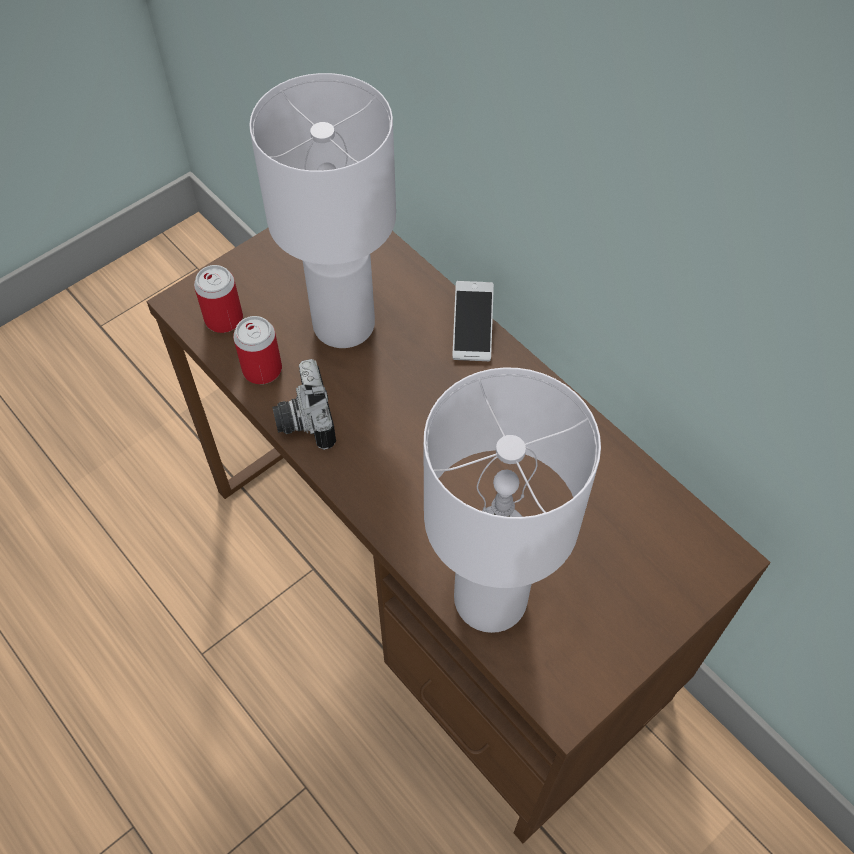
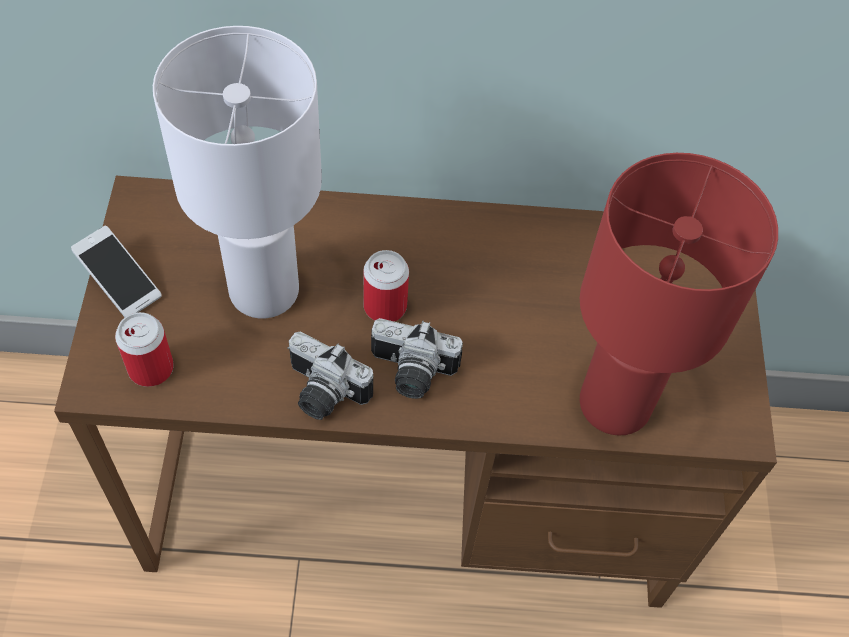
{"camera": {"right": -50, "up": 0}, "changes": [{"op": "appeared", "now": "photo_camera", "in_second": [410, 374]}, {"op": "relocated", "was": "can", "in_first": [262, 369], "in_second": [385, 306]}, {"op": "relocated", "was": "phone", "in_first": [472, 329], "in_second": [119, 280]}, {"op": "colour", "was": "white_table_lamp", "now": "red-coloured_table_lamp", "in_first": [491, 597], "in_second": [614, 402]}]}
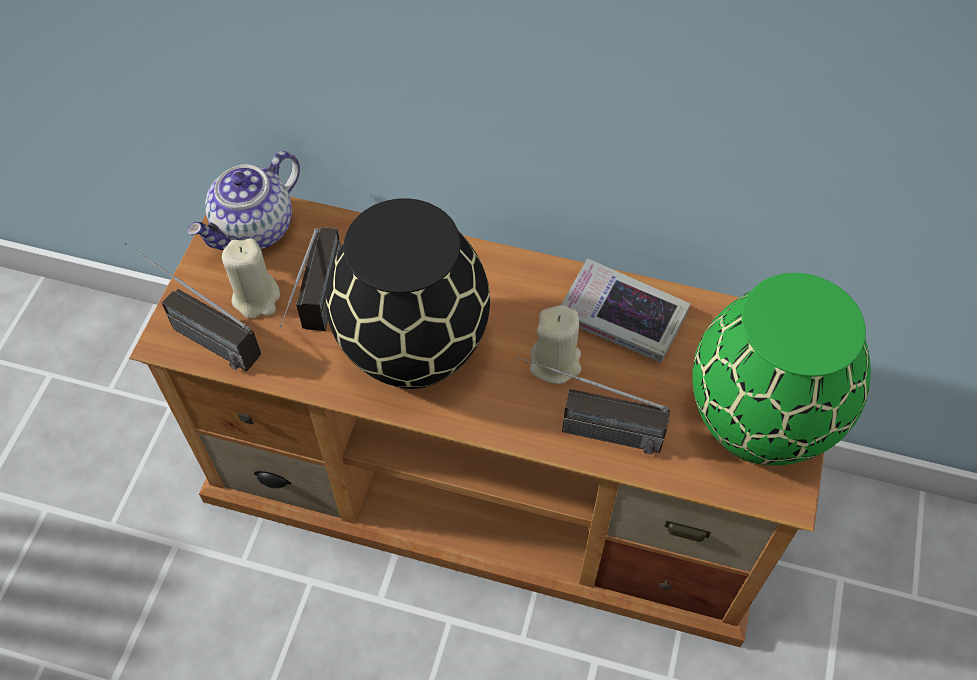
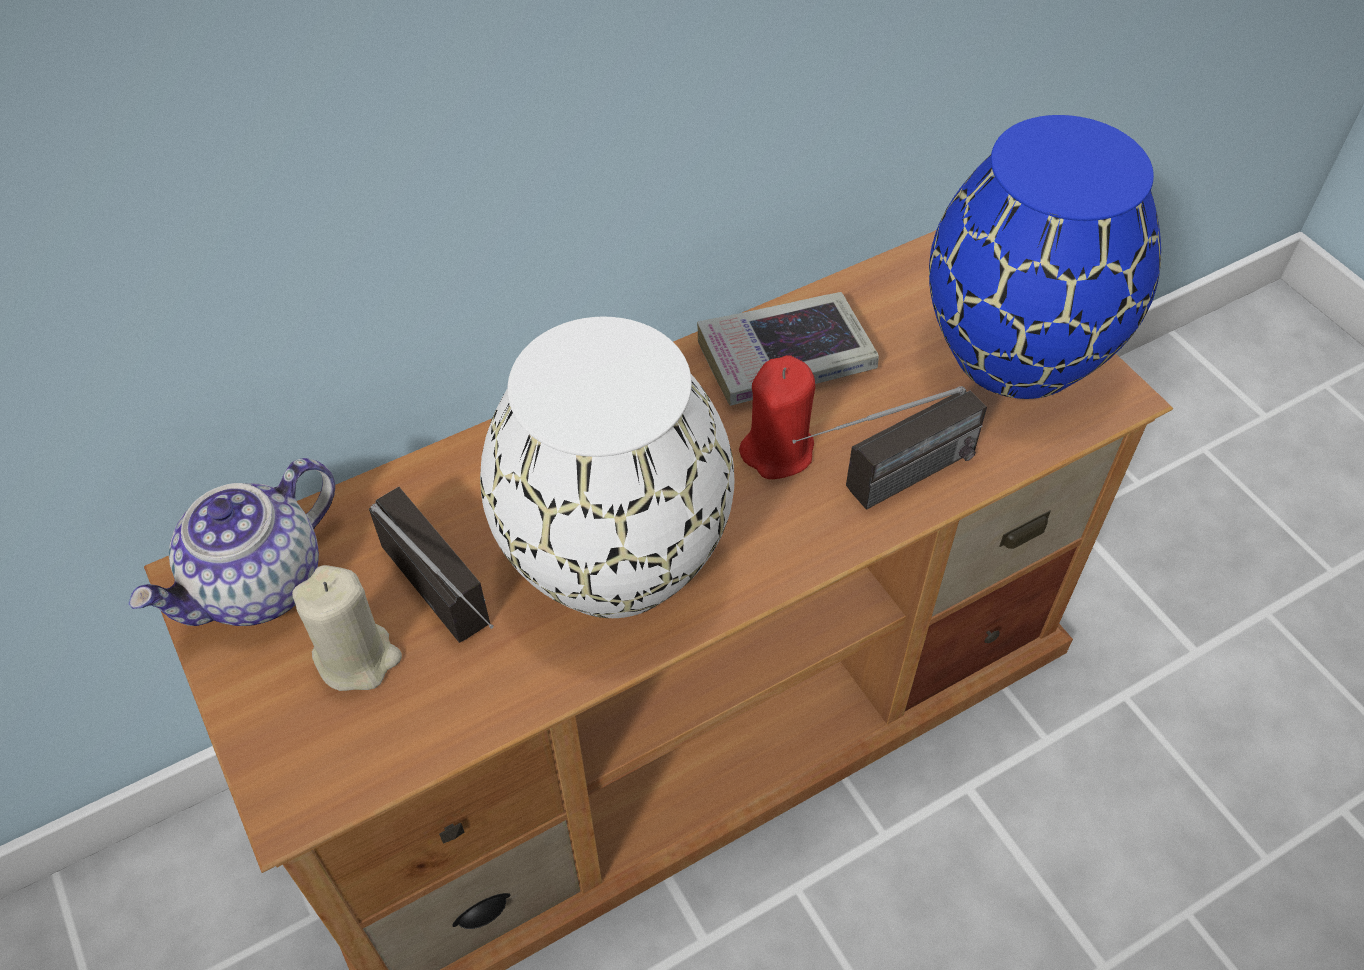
{"camera": {"right": -45, "up": -5}, "changes": [{"op": "missing", "was": "radio", "in_first": [195, 332]}, {"op": "colour", "was": "black_decorative_vase", "now": "white_decorative_vase", "in_first": [415, 347], "in_second": [615, 555]}, {"op": "colour", "was": "beige_wax_light", "now": "red-coloured_wax_light", "in_first": [555, 363], "in_second": [778, 451]}, {"op": "colour", "was": "greenish_decorative_vase", "now": "blue_decorative_vase", "in_first": [758, 422], "in_second": [1017, 354]}, {"op": "spun", "was": "teapot", "in_first": [255, 229], "in_second": [259, 585], "clockwise": 45}]}
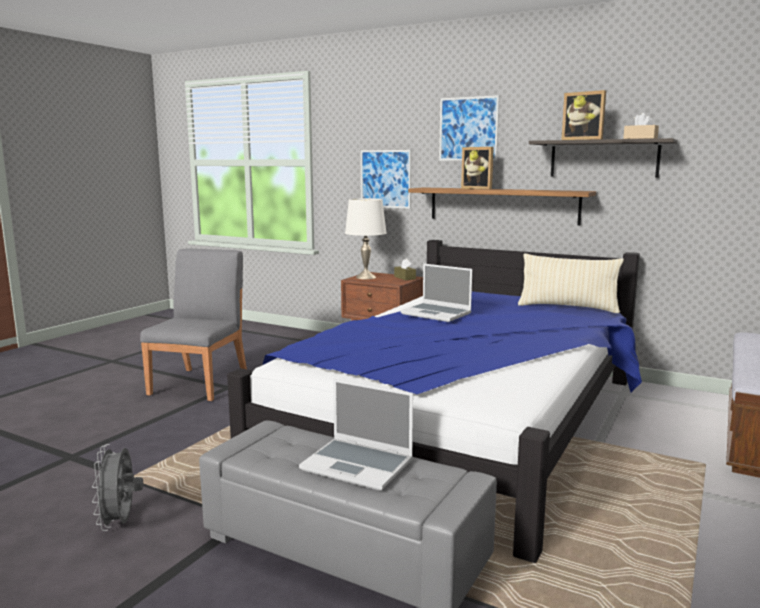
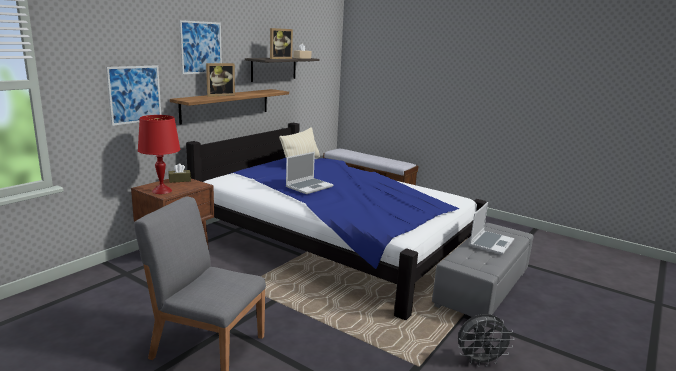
{"camera": {"right": -85, "up": 5}, "changes": [{"op": "colour", "was": "white_table_lamp", "now": "red-coloured_table_lamp", "in_first": [365, 277], "in_second": [162, 191]}]}
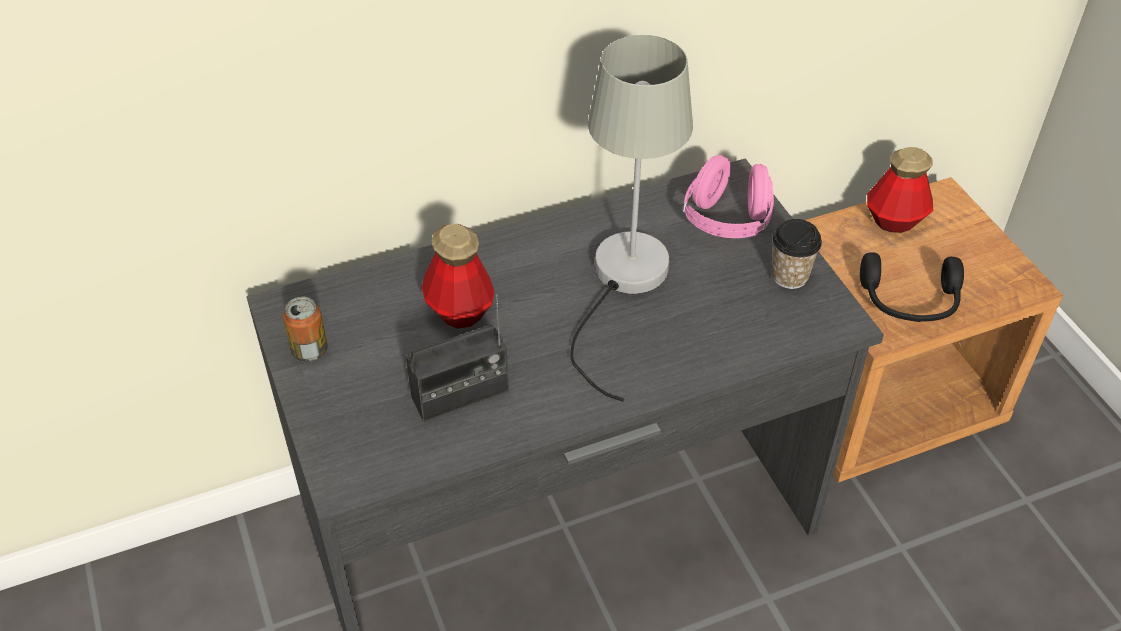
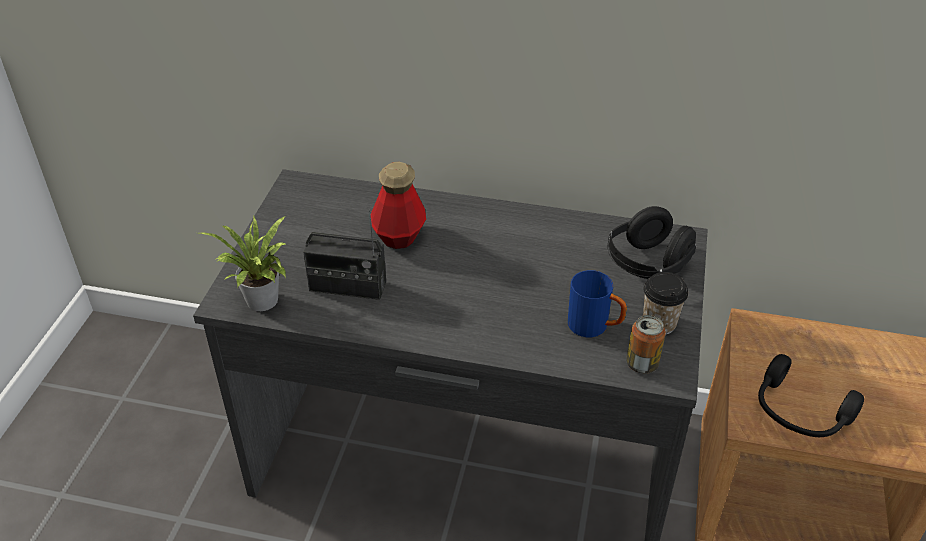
{"camera": {"right": 35, "up": -5}, "changes": [{"op": "missing", "was": "grey_table_lamp", "in_first": [623, 284]}, {"op": "missing", "was": "bottle", "in_first": [895, 220]}, {"op": "appeared", "now": "houseplant", "in_second": [262, 303]}, {"op": "appeared", "now": "blue_coffee_mug", "in_second": [595, 327]}, {"op": "relocated", "was": "can", "in_first": [310, 351], "in_second": [642, 364]}, {"op": "colour", "was": "pinkish_headphones", "now": "black_headphones", "in_first": [727, 221], "in_second": [647, 264]}]}
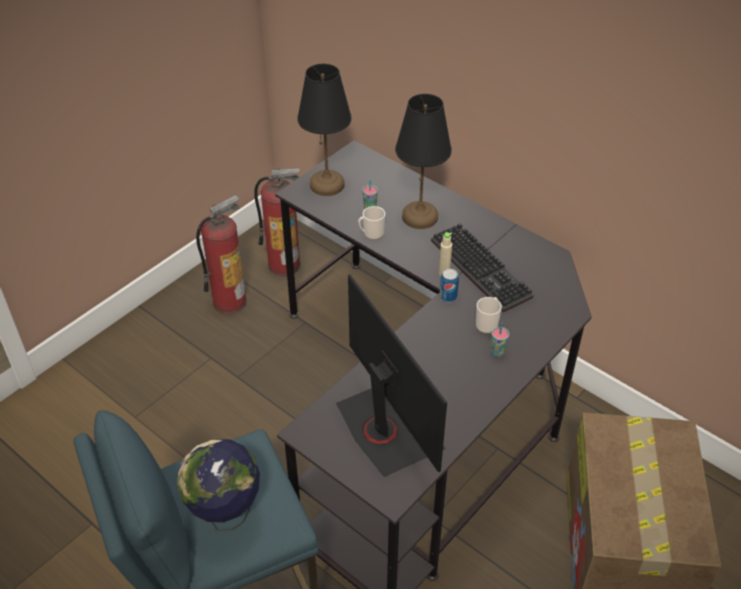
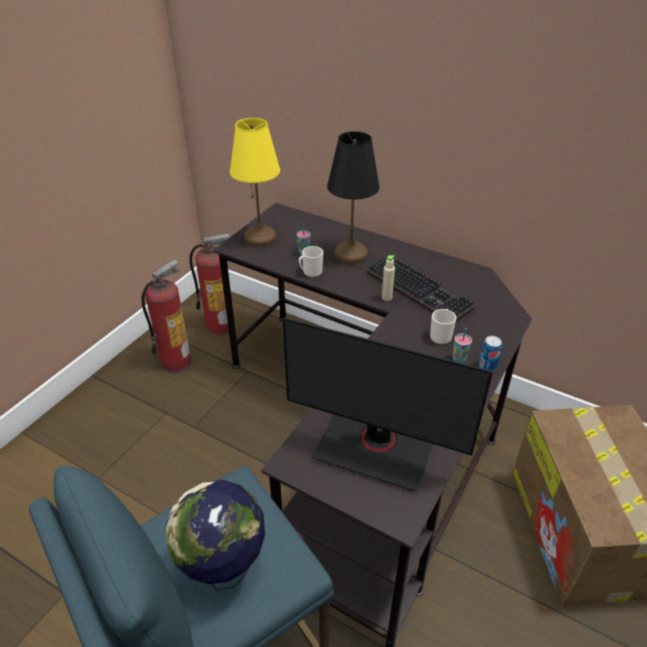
{"camera": {"right": -10, "up": -5}, "changes": [{"op": "relocated", "was": "can", "in_first": [448, 297], "in_second": [487, 365]}, {"op": "colour", "was": "black_table_lamp", "now": "yellowish_table_lamp", "in_first": [328, 184], "in_second": [260, 238]}, {"op": "spun", "was": "computer_display", "in_first": [387, 428], "in_second": [375, 447], "clockwise": 150}]}
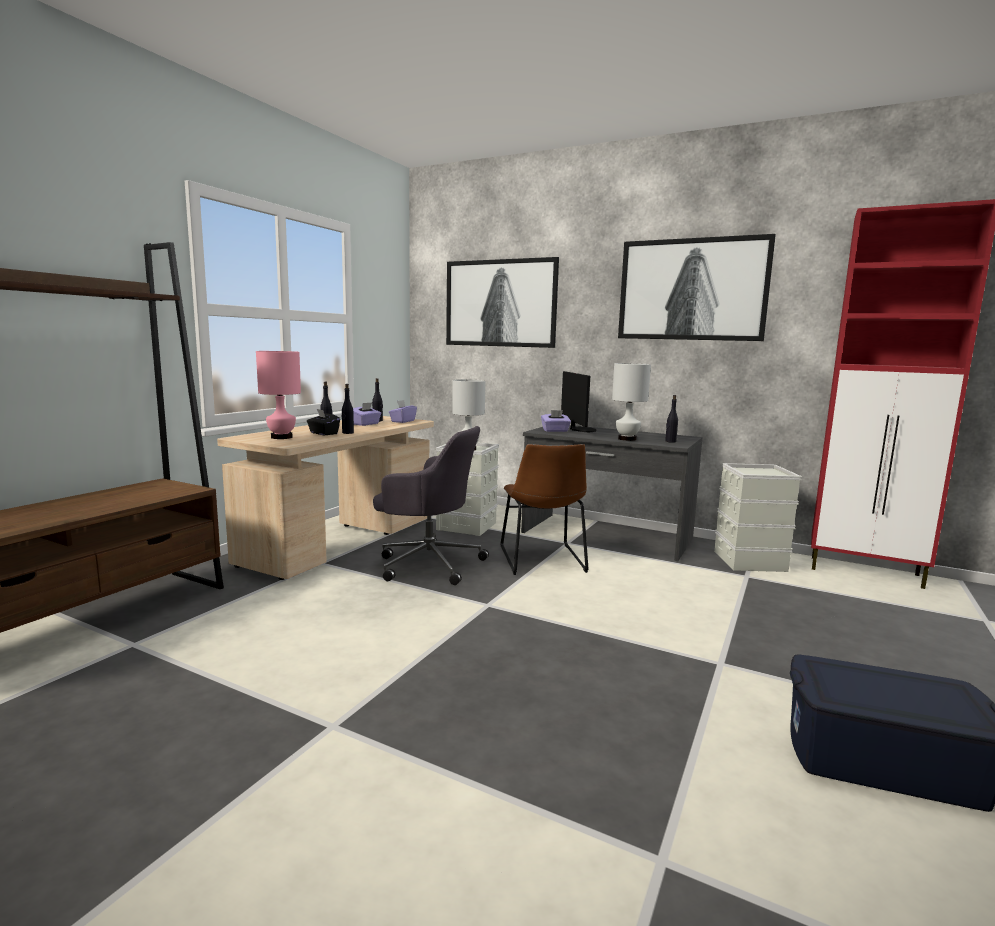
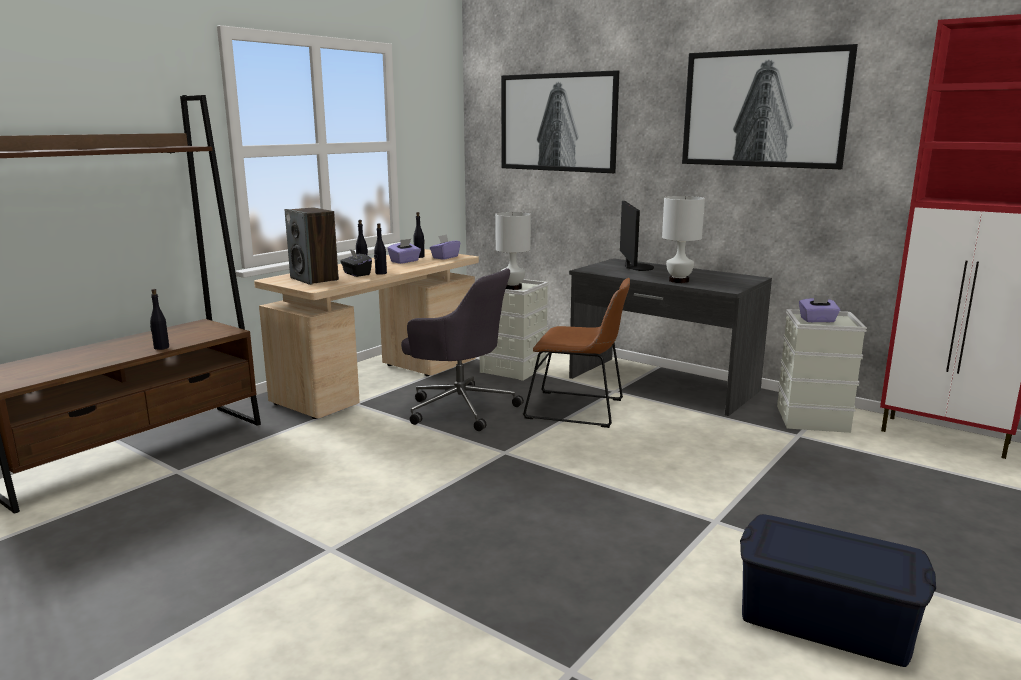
{"camera": {"right": 10, "up": 5}, "changes": [{"op": "relocated", "was": "purple-coloured_tissue_holder", "in_first": [555, 431], "in_second": [817, 320]}, {"op": "relocated", "was": "black_bottle", "in_first": [670, 441], "in_second": [161, 348]}, {"op": "exchanged", "was": "pinkish_table_lamp", "now": "speaker", "in_first": [282, 437], "in_second": [315, 279]}, {"op": "spun", "was": "brownish_upright_chair", "in_first": [542, 560], "in_second": [579, 409], "clockwise": -75}]}
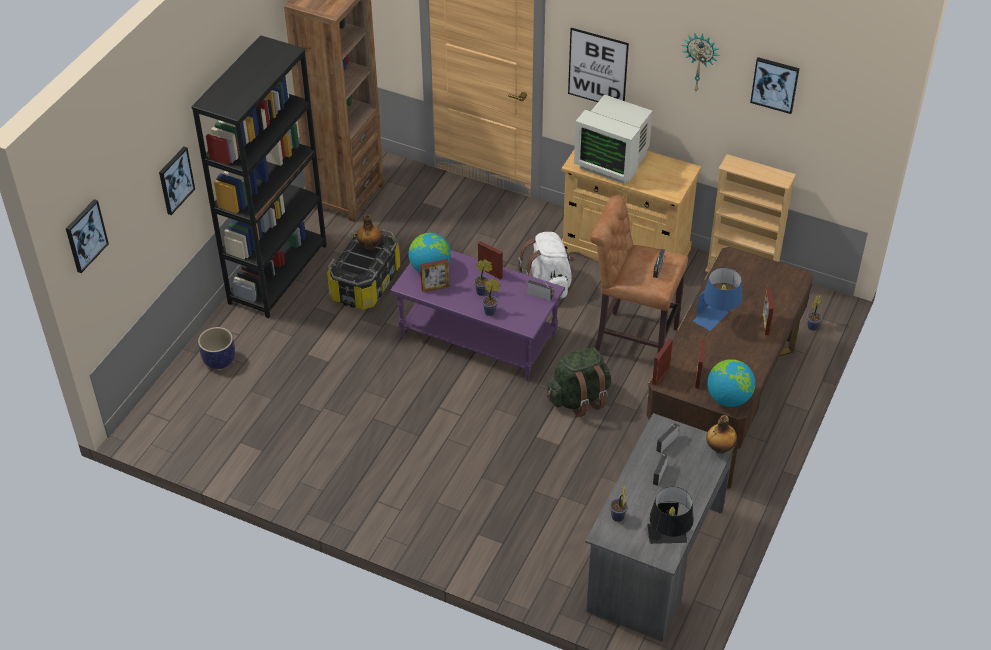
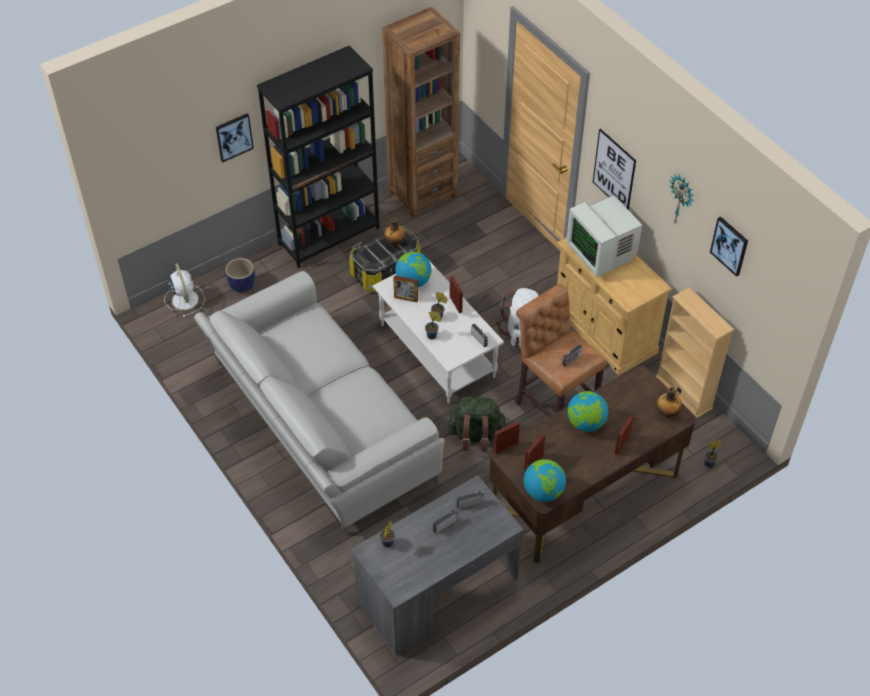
{"camera": {"right": 30, "up": 5}, "changes": [{"op": "missing", "was": "picture", "in_first": [85, 235]}, {"op": "missing", "was": "black_table_lamp", "in_first": [668, 540]}, {"op": "appeared", "now": "white_cooling_fan", "in_second": [184, 299]}, {"op": "appeared", "now": "grey_sofa", "in_second": [319, 422]}, {"op": "relocated", "was": "bottle", "in_first": [719, 448], "in_second": [667, 413]}, {"op": "exchanged", "was": "blue_table_lamp", "now": "globe", "in_first": [717, 320], "in_second": [585, 423]}, {"op": "colour", "was": "purple-coloured_low_table", "now": "white_low_table", "in_first": [477, 338], "in_second": [436, 351]}]}
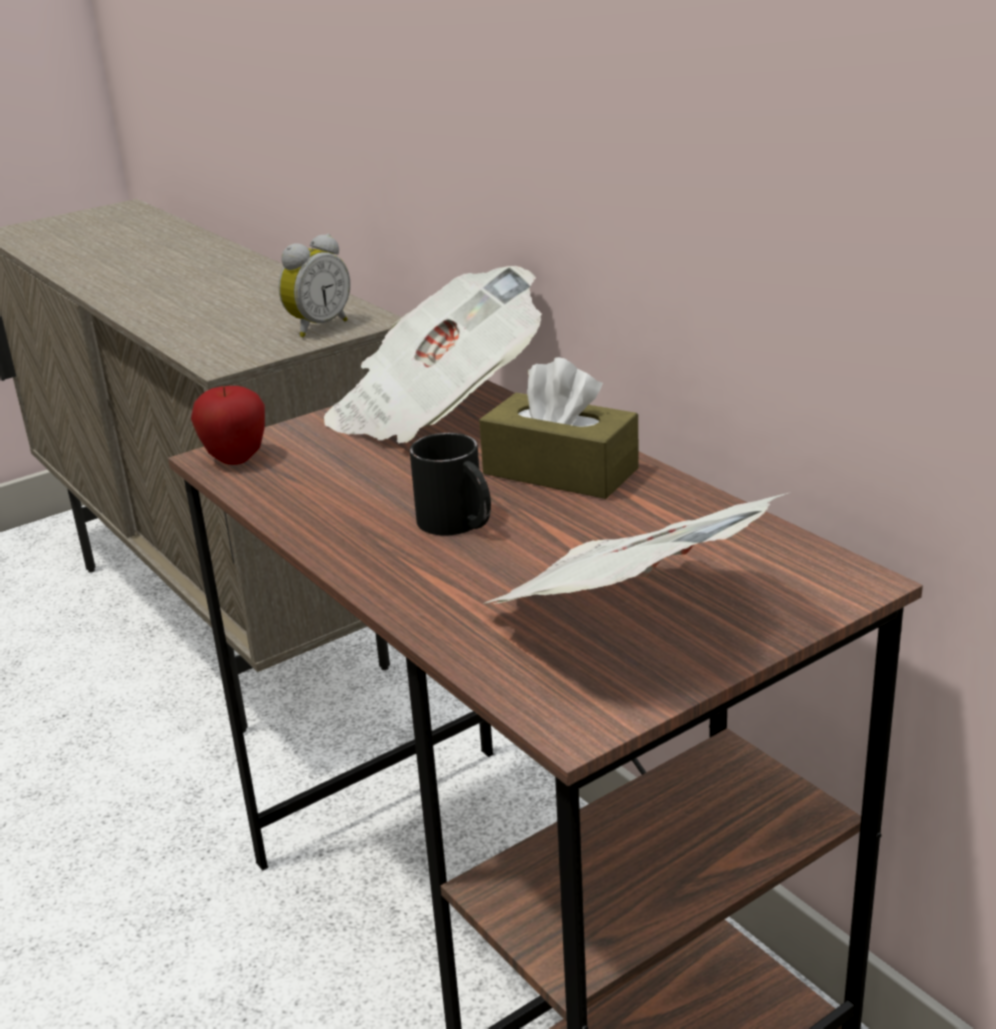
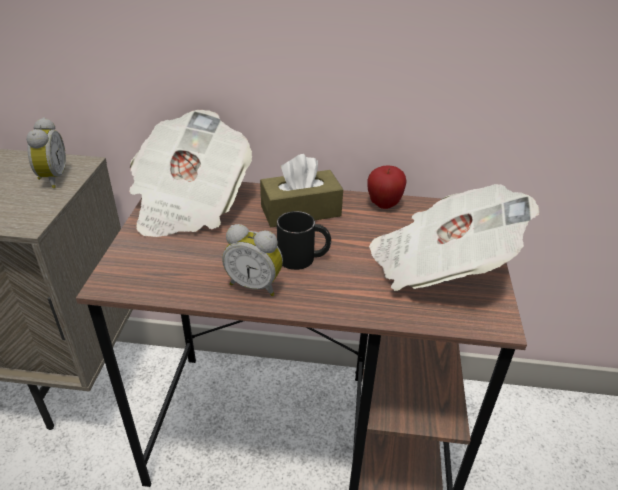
{"camera": {"right": -50, "up": 10}, "changes": [{"op": "appeared", "now": "table_clock", "in_second": [255, 285]}, {"op": "relocated", "was": "apple_fruit", "in_first": [235, 459], "in_second": [384, 204]}]}
